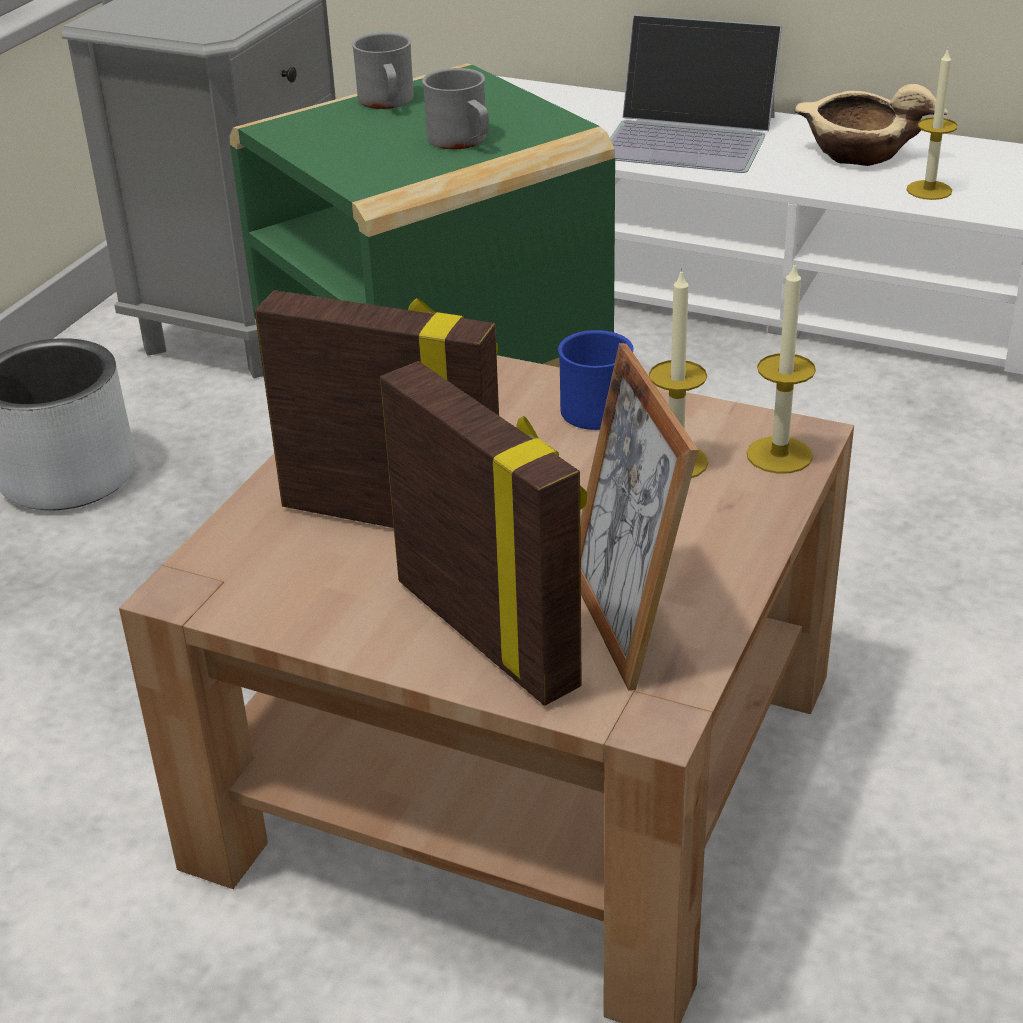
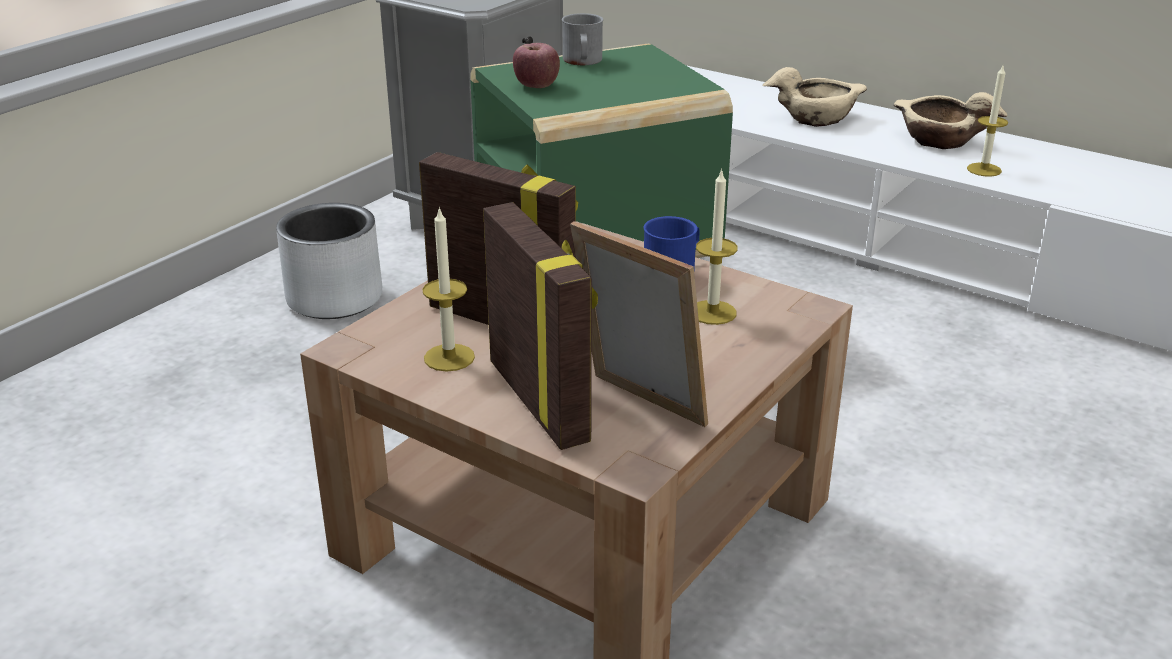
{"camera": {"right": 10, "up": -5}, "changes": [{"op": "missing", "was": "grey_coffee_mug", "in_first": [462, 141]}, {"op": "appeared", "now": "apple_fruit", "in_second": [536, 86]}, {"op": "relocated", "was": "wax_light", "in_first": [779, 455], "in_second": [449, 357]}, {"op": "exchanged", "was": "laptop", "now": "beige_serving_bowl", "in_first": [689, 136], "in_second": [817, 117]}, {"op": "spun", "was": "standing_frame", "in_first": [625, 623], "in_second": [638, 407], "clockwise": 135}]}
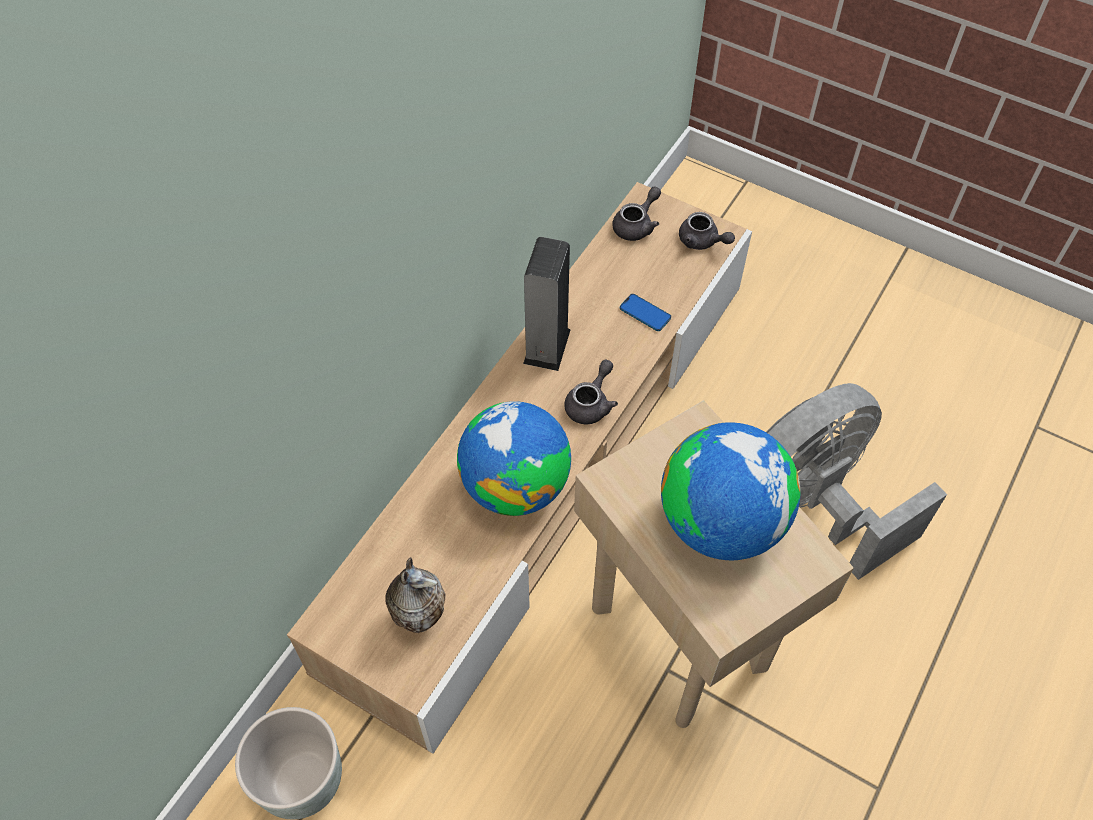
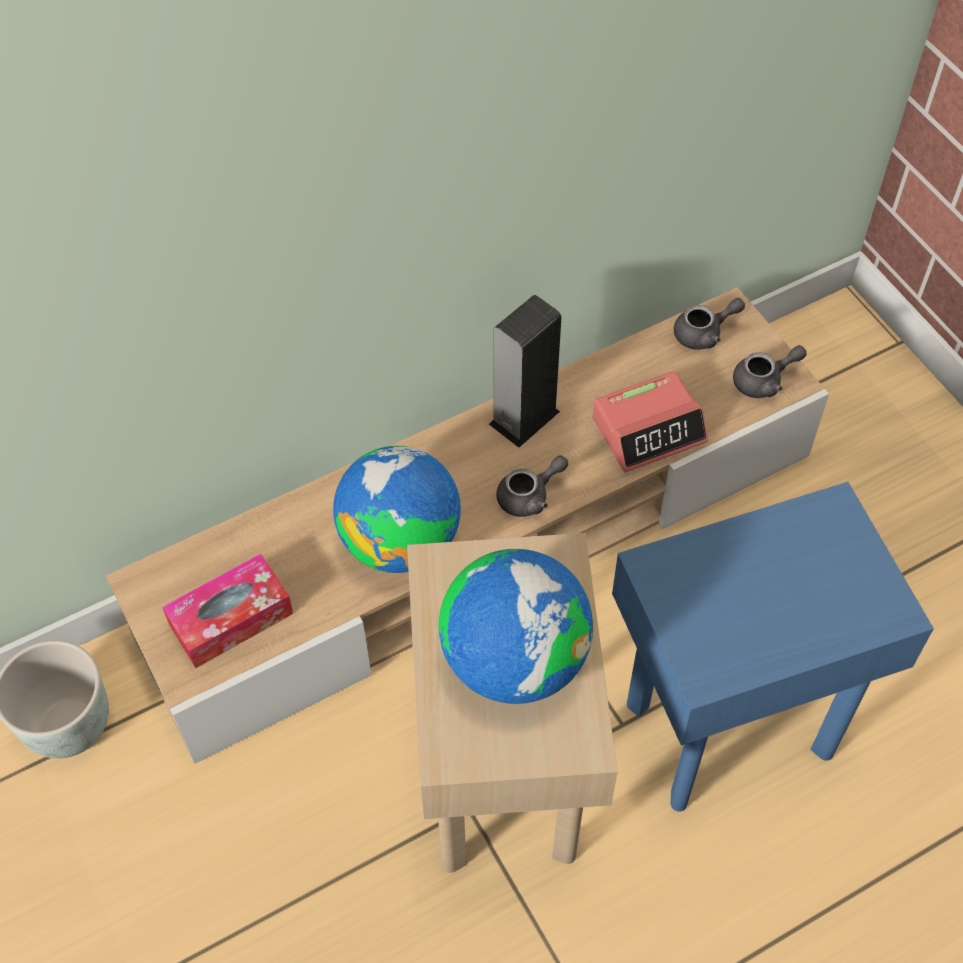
{"camera": {"right": 30, "up": 0}, "changes": [{"op": "exchanged", "was": "decorative_vase", "now": "tissue_holder", "in_first": [419, 615], "in_second": [231, 619]}, {"op": "exchanged", "was": "phone", "now": "table_clock", "in_first": [645, 313], "in_second": [649, 429]}, {"op": "exchanged", "was": "grey_cooling_fan", "now": "blue_end_table", "in_first": [809, 510], "in_second": [727, 726]}, {"op": "spun", "was": "grey_teapot", "in_first": [702, 242], "in_second": [764, 381], "clockwise": -90}]}
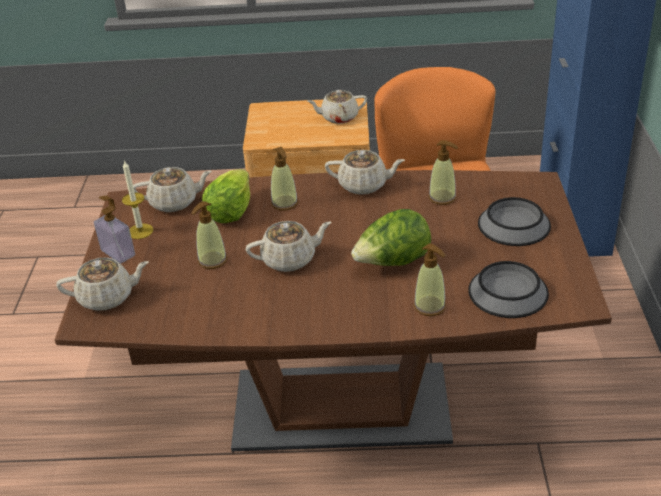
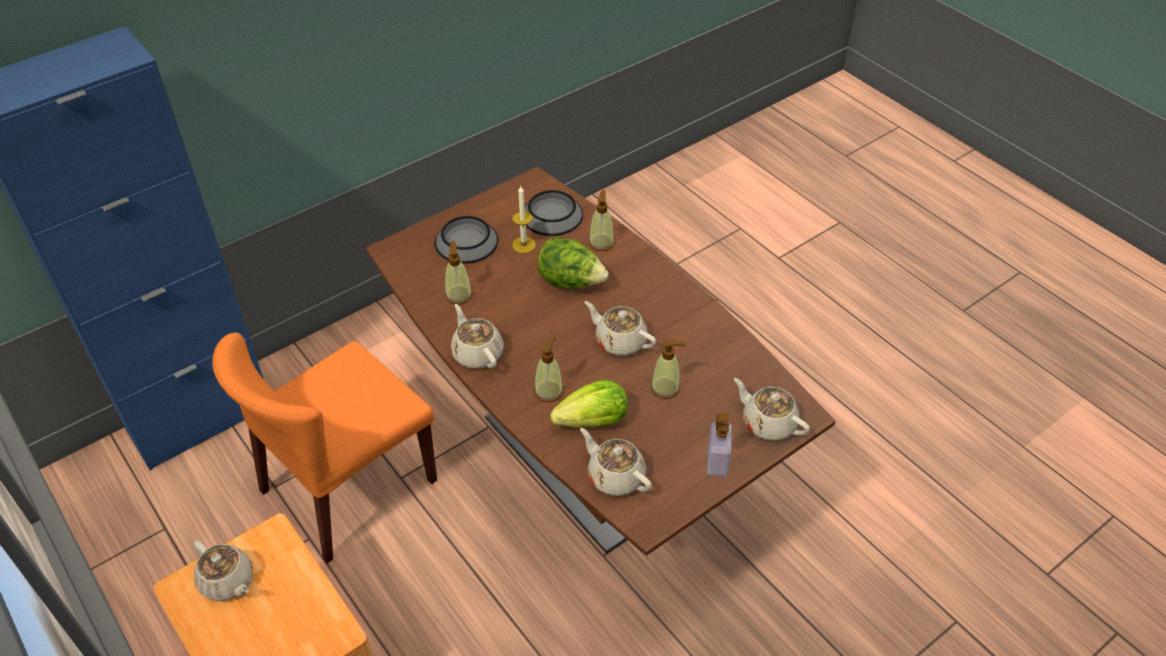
{"camera": {"right": -130, "up": 10}, "changes": [{"op": "relocated", "was": "wax_light", "in_first": [140, 231], "in_second": [524, 245]}]}
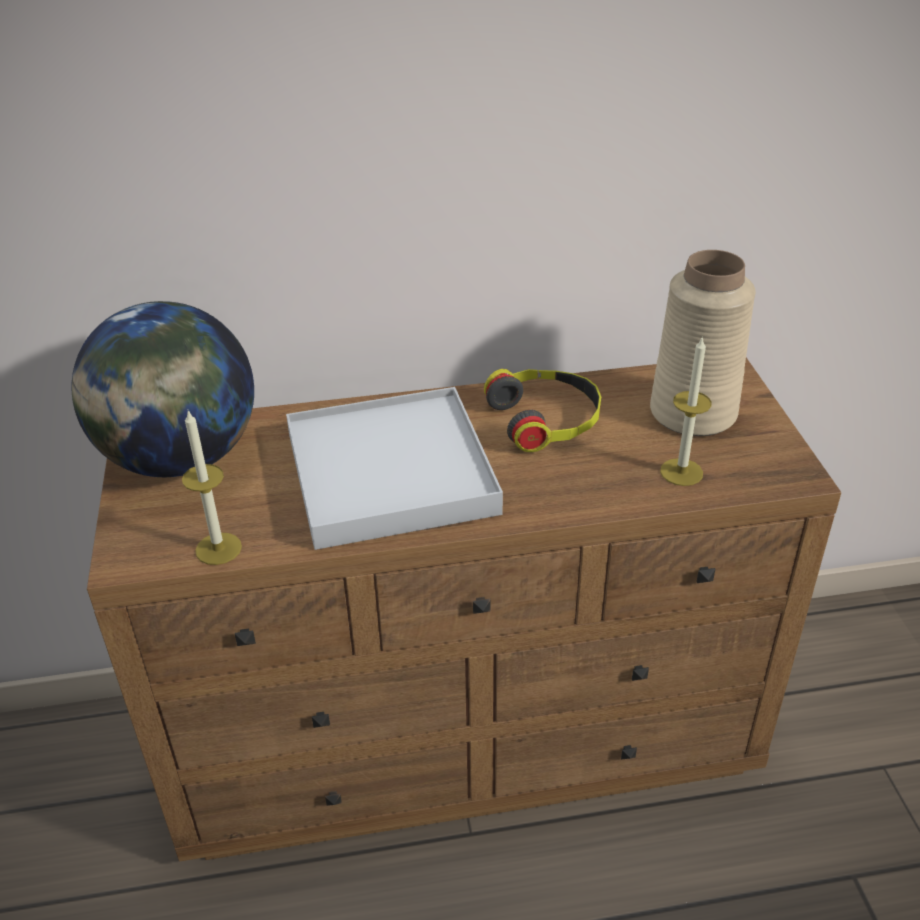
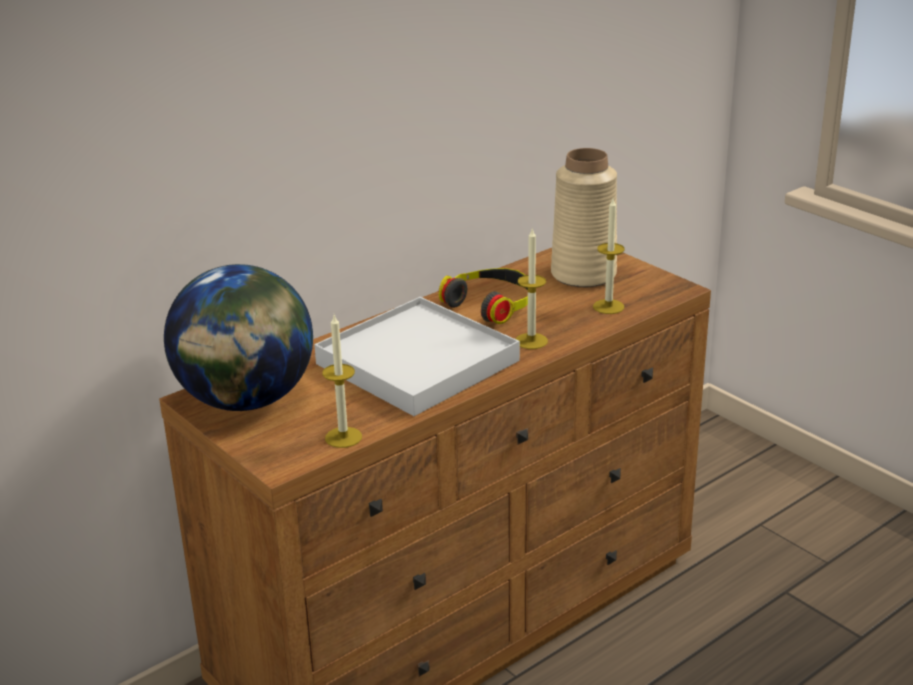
{"camera": {"right": -30, "up": -10}, "changes": [{"op": "appeared", "now": "wax_light", "in_second": [531, 341]}]}
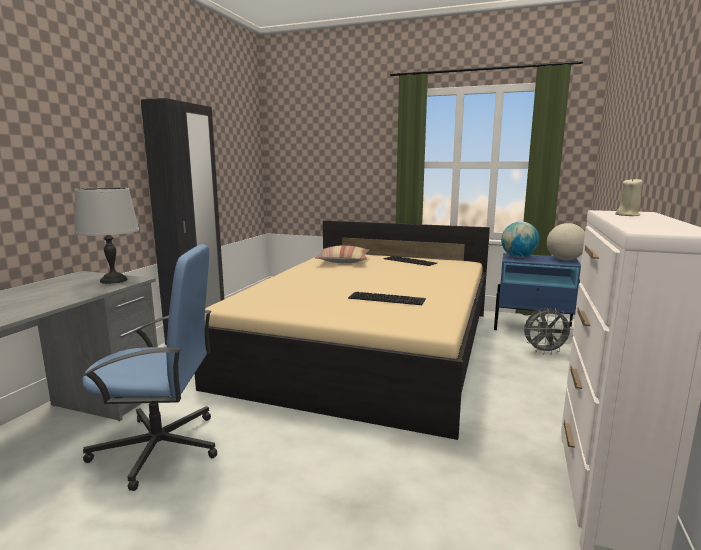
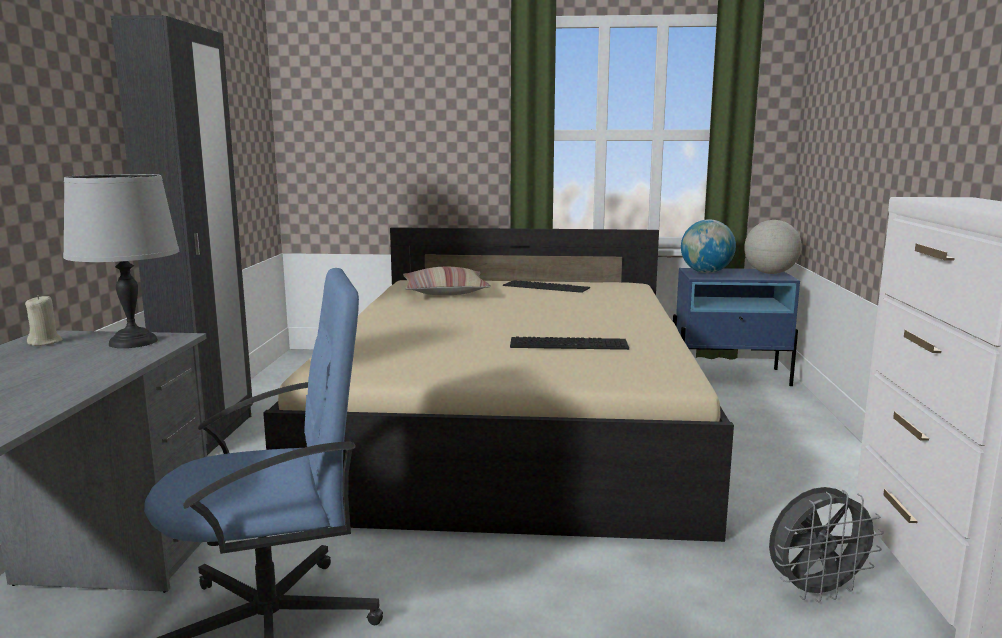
{"camera": {"right": -15, "up": 0}, "changes": [{"op": "relocated", "was": "grey_cooling_fan", "in_first": [544, 351], "in_second": [815, 591]}, {"op": "relocated", "was": "beige_wax_light", "in_first": [627, 215], "in_second": [45, 342]}]}
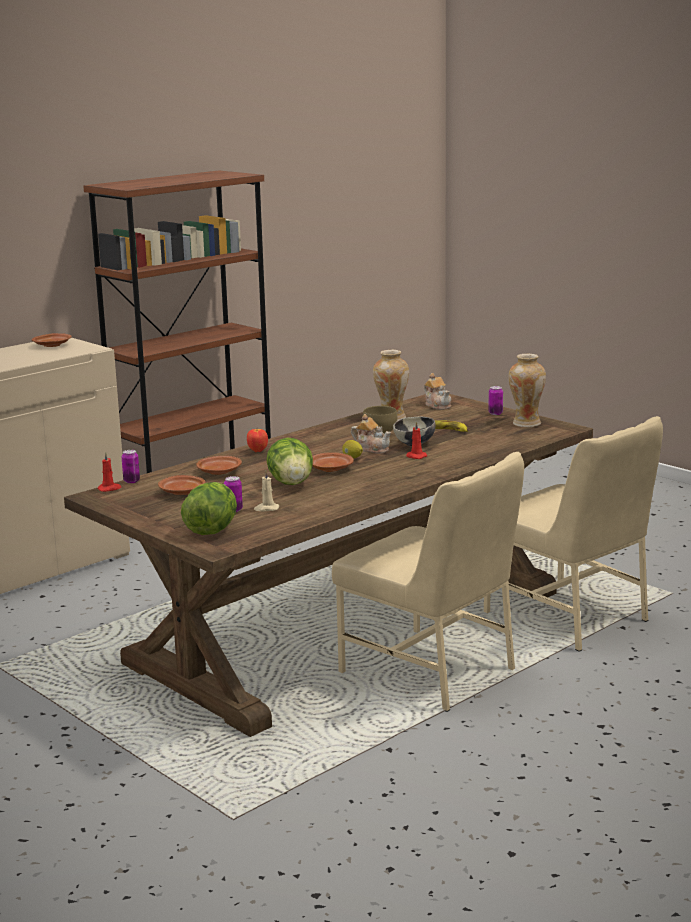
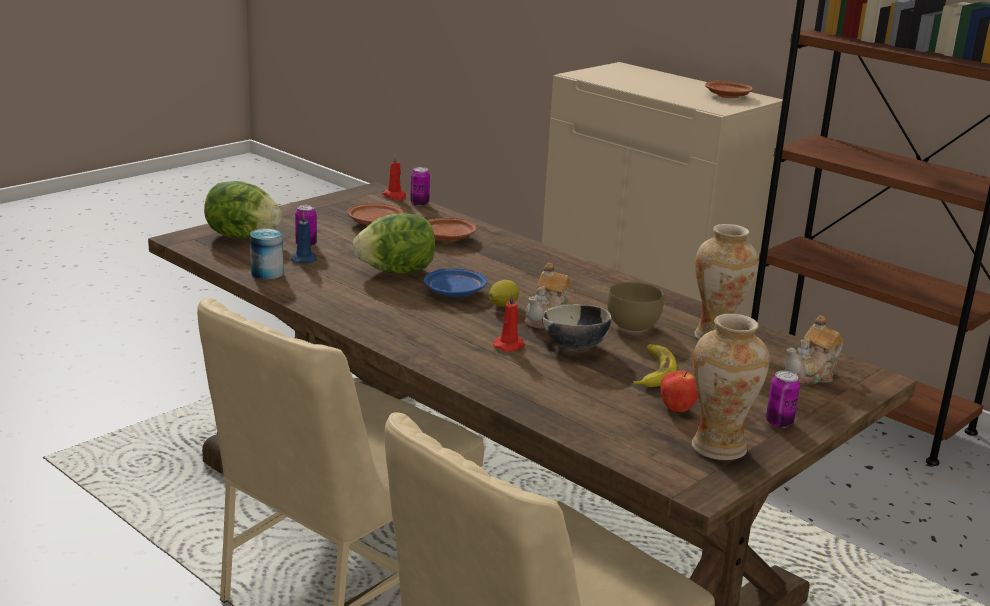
{"camera": {"right": 85, "up": 5}, "changes": [{"op": "appeared", "now": "can", "in_second": [267, 273]}, {"op": "relocated", "was": "apple_fruit", "in_first": [257, 451], "in_second": [677, 409]}, {"op": "colour", "was": "beige_wax_light", "now": "blue_wax_light", "in_first": [266, 509], "in_second": [304, 259]}, {"op": "colour", "was": "brownish_flat_dish", "now": "blue_flat_dish", "in_first": [330, 469], "in_second": [455, 292]}]}
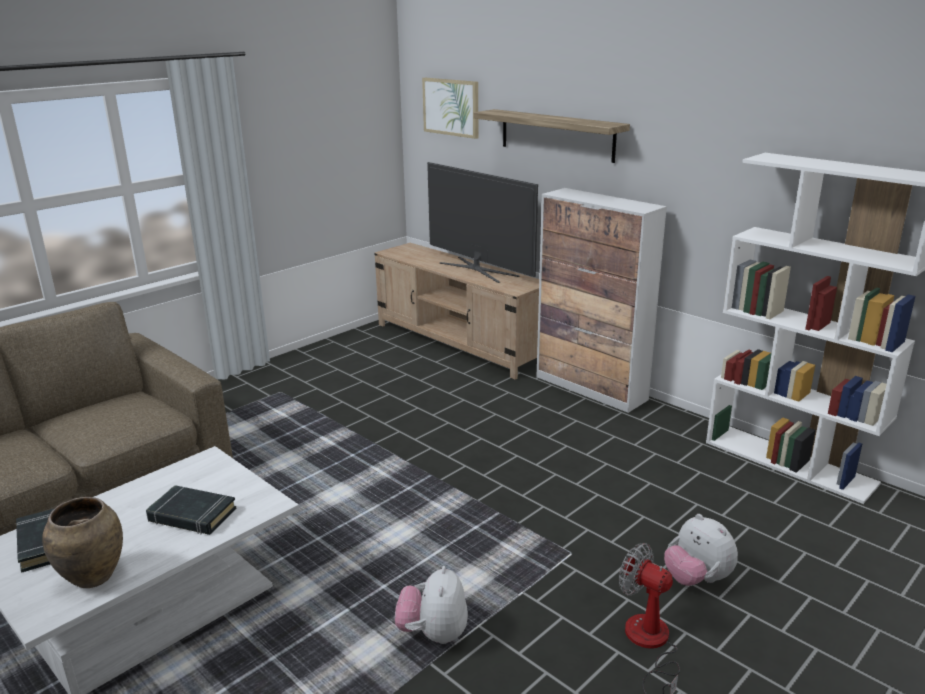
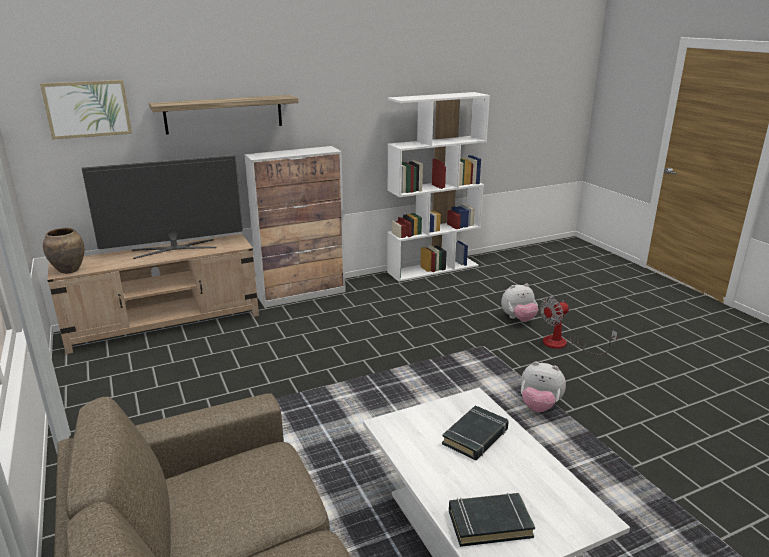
{"camera": {"right": -70, "up": 0}, "changes": [{"op": "relocated", "was": "brownish_decorative_vase", "in_first": [94, 577], "in_second": [69, 270]}]}
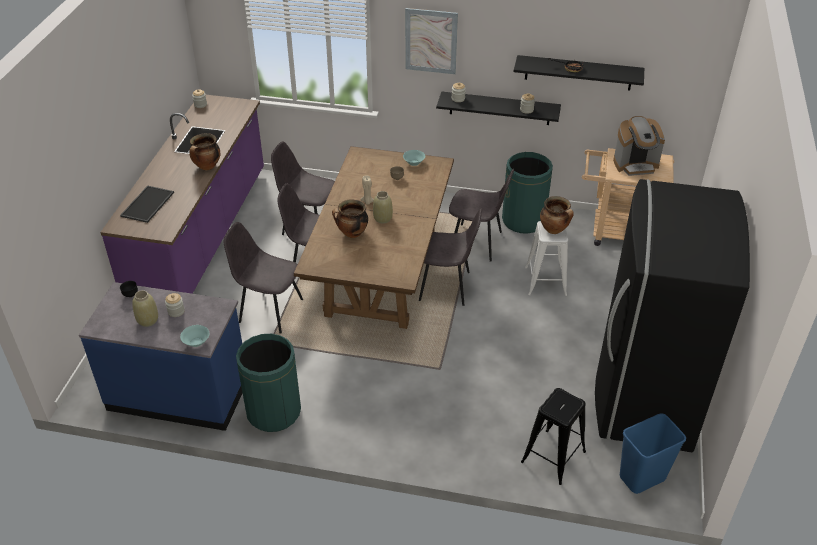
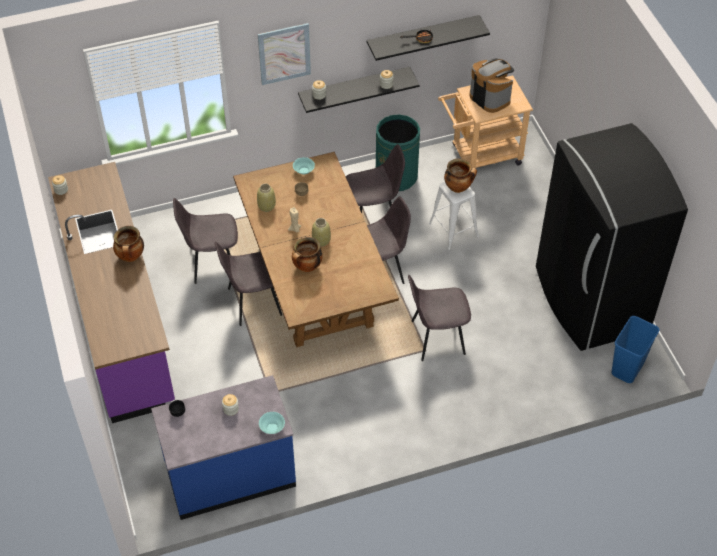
{"camera": {"right": -30, "up": 10}, "changes": [{"op": "missing", "was": "tray", "in_first": [148, 205]}, {"op": "missing", "was": "greenish_trash_can", "in_first": [274, 412]}, {"op": "missing", "was": "black_sitting_stool", "in_first": [553, 457]}, {"op": "relocated", "was": "beige_decorative_vase", "in_first": [147, 320], "in_second": [266, 206]}, {"op": "relocated", "was": "grey_upright_chair", "in_first": [269, 310], "in_second": [436, 338]}, {"op": "spun", "was": "coffee_brewer", "in_first": [635, 165], "in_second": [490, 97], "clockwise": -90}]}
